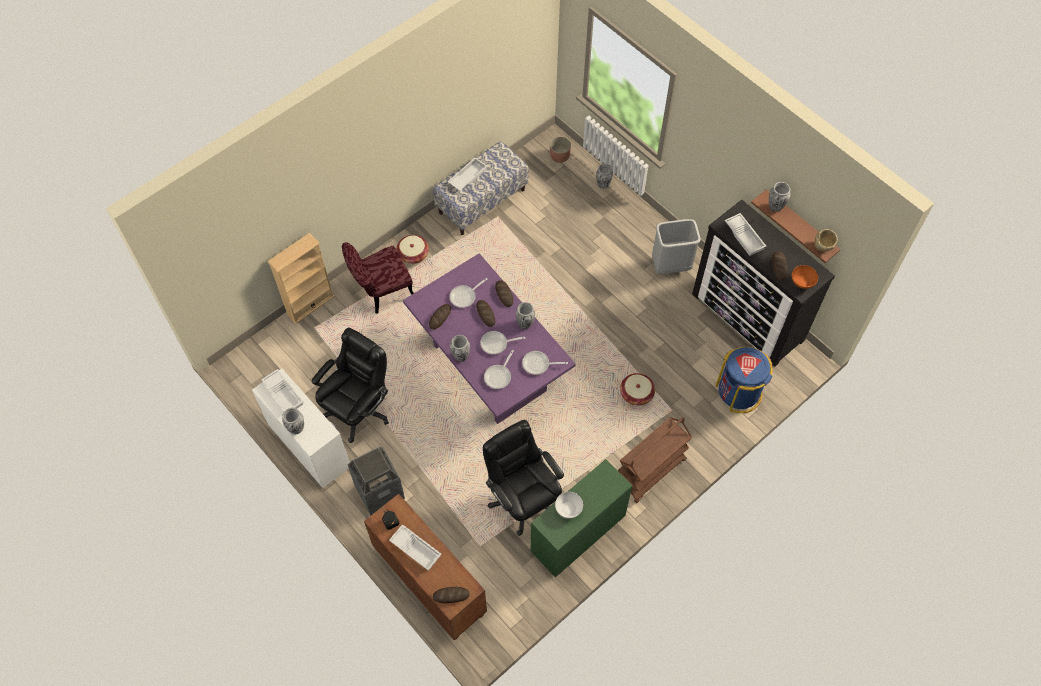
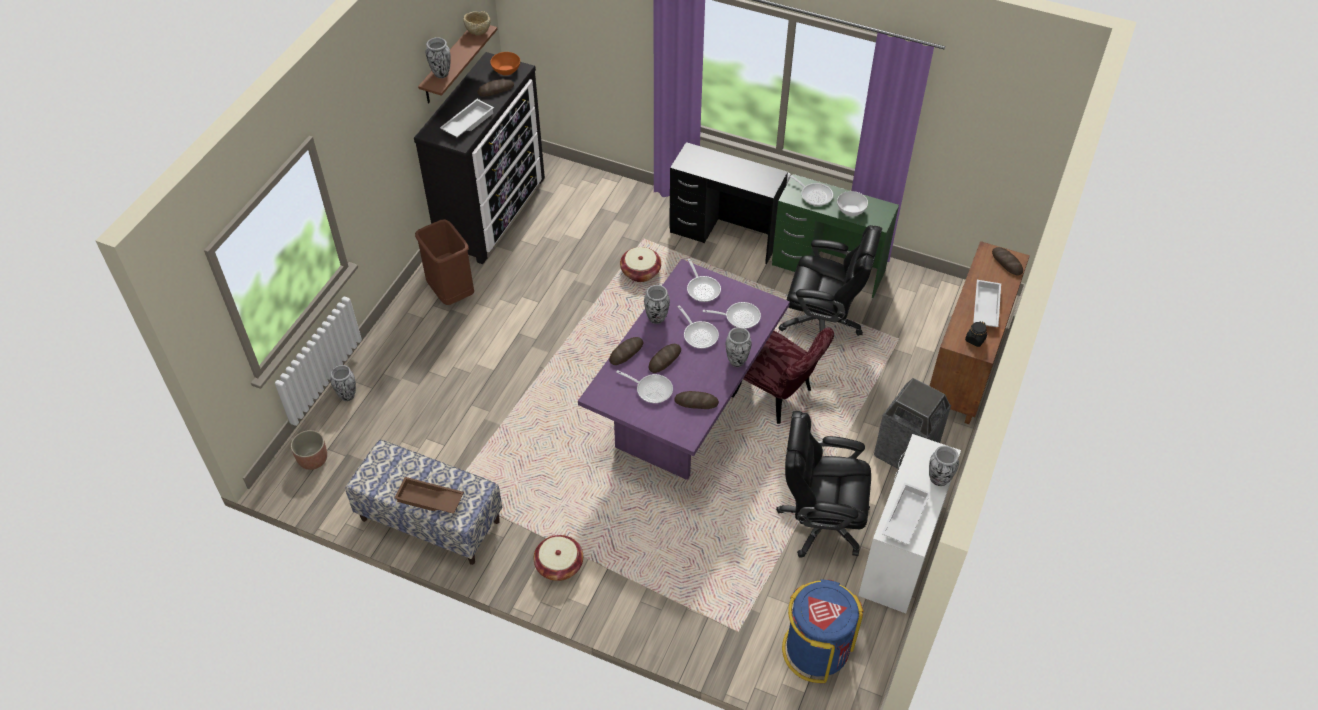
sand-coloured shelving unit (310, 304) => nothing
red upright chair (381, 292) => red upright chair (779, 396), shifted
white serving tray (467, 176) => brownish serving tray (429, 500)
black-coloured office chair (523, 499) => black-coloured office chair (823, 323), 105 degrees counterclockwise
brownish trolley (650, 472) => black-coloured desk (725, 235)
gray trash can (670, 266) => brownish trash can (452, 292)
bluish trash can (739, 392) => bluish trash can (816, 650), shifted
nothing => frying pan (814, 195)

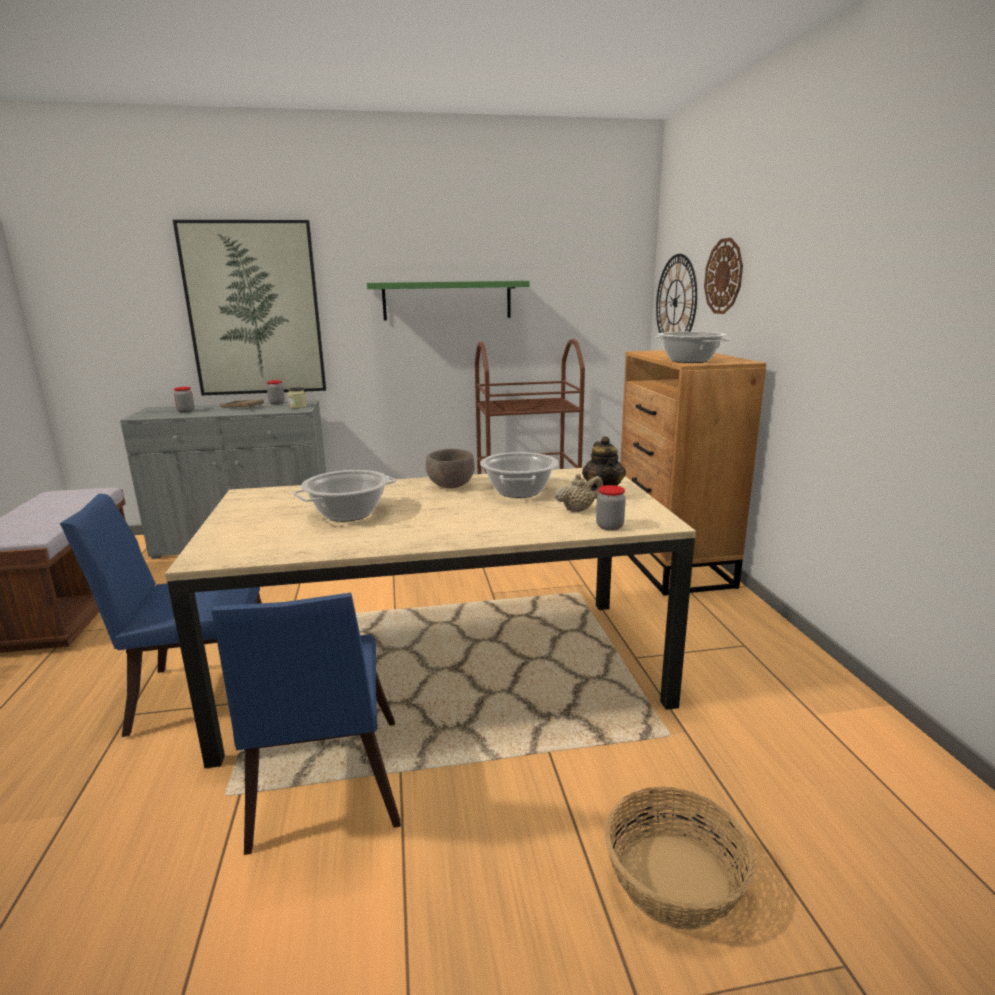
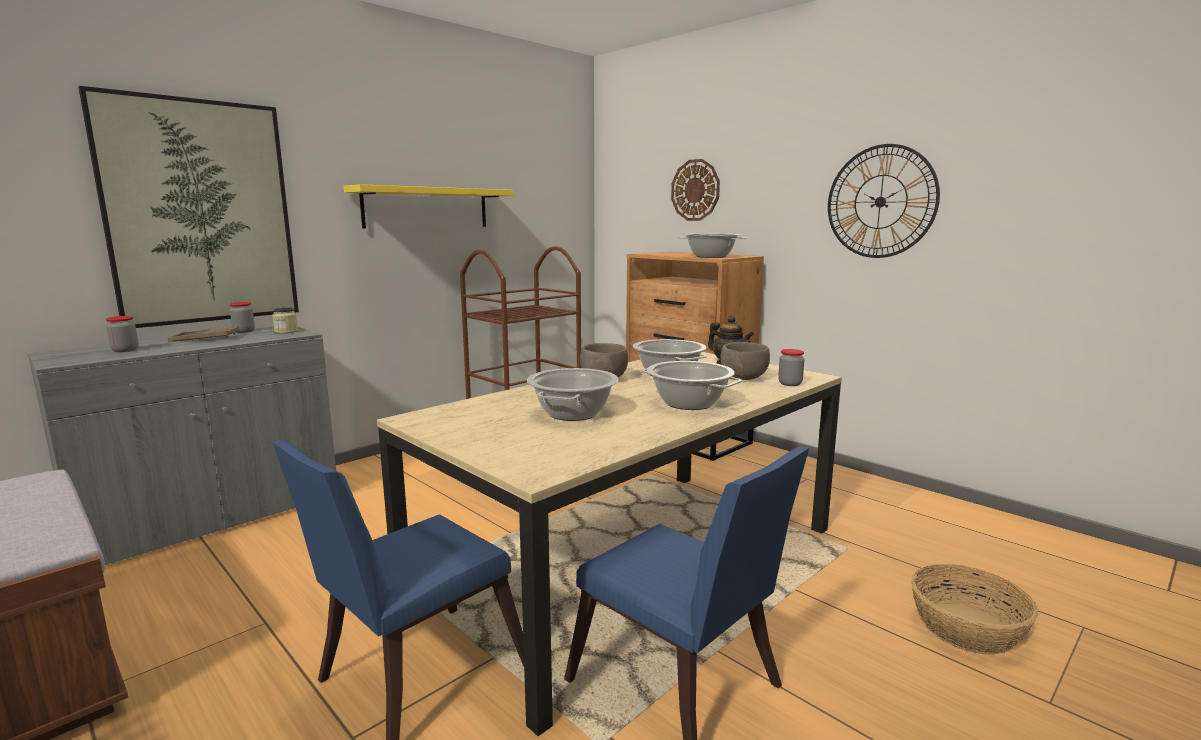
green-coloured bracket shelf (447, 300) => yellow bracket shelf (427, 208)
sand-coloured pot for tea (578, 510) => brownish deep dish (743, 378)
clock on the wall (675, 302) => clock on the wall (880, 202), shifted
nothing => saucepot (688, 403)

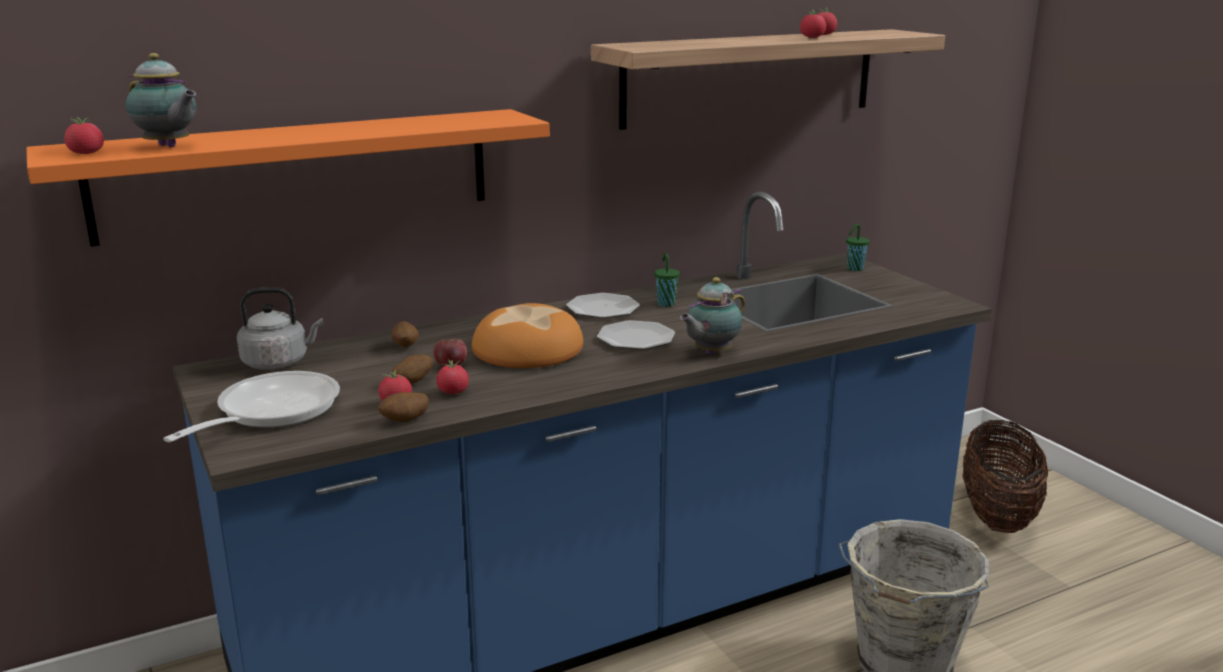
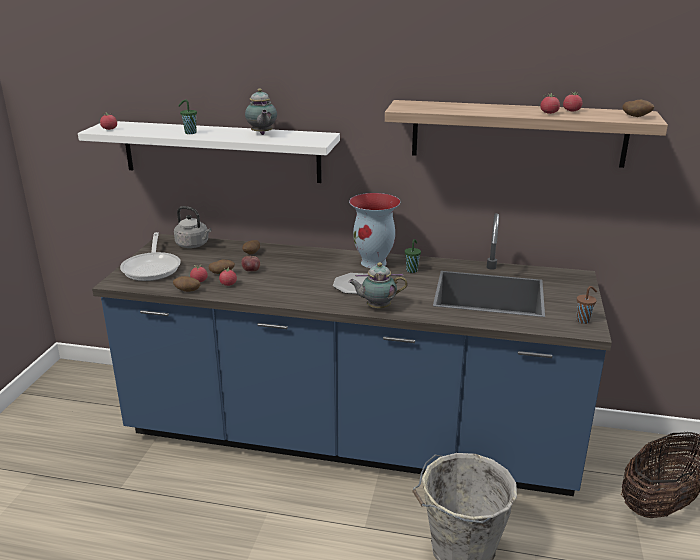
orangey bracket shelf (297, 174) => white bracket shelf (221, 151)
pot for tea (168, 147) => pot for tea (262, 134), shifted
frying pan (270, 412) => frying pan (152, 268), 105 degrees clockwise
bakery bread (527, 348) => nothing
dinner plate (603, 309) => flower vase (374, 263)
green-coloured cup (854, 269) => green-coloured cup (189, 133), shifted
nothing => brownish cup (583, 320)
nothing => spud (636, 117)

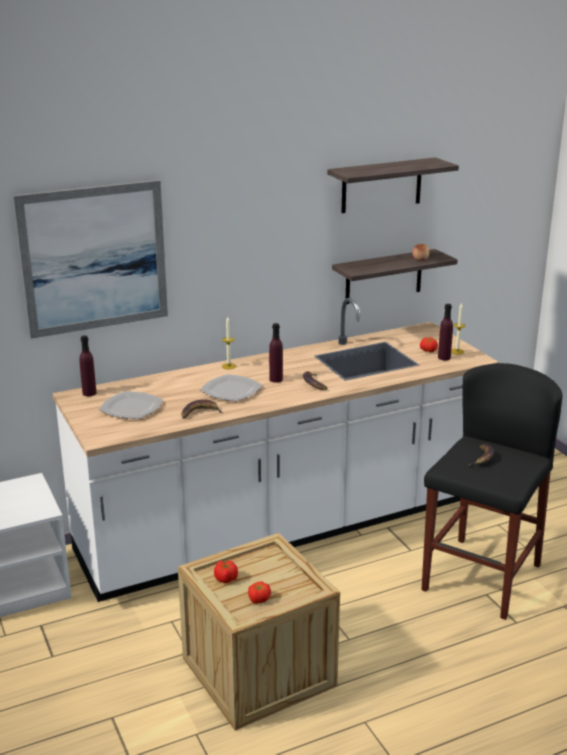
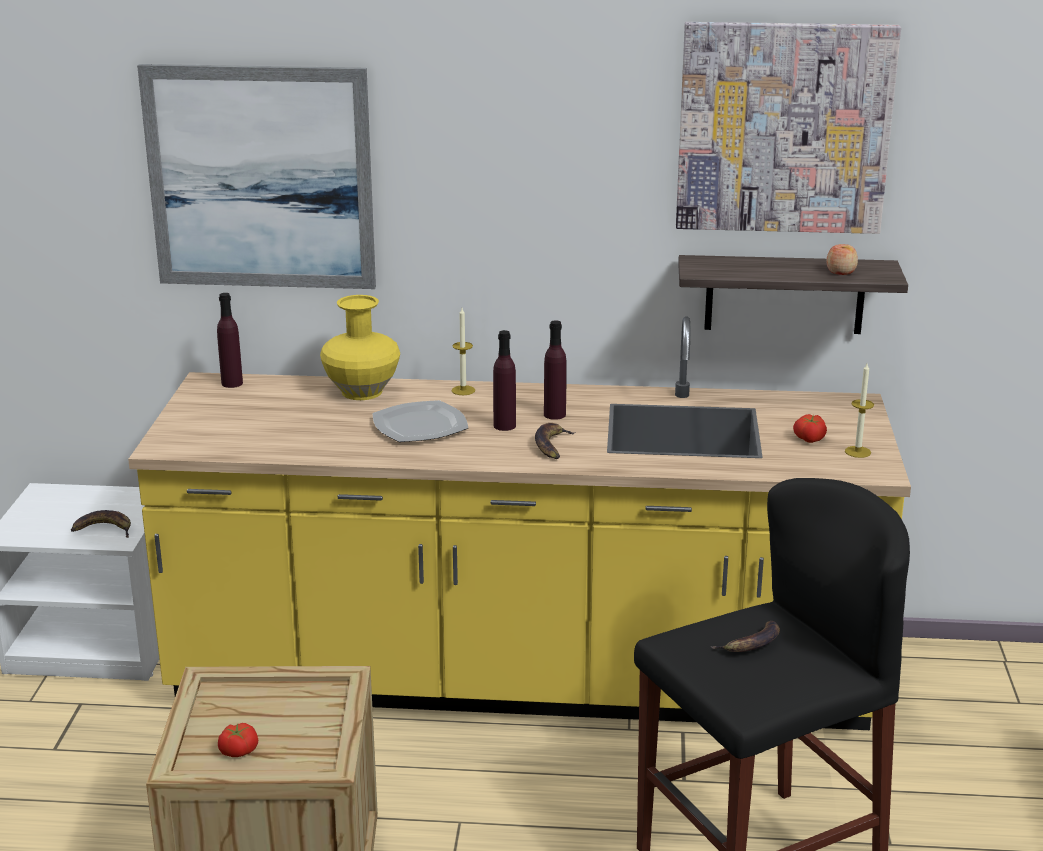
white kitchen counter (283, 528) => yellow kitchen counter (521, 679)
dinner plate (131, 407) => nothing
banana (200, 413) => banana (104, 529), shifted
whole tomato (226, 579) => nothing
bracket shelf (381, 185) => wall picture (784, 128)
purple-coloured beverage bottle (444, 357) => purple-coloured beverage bottle (554, 414), shifted
nothing => yellow flower vase (362, 391)

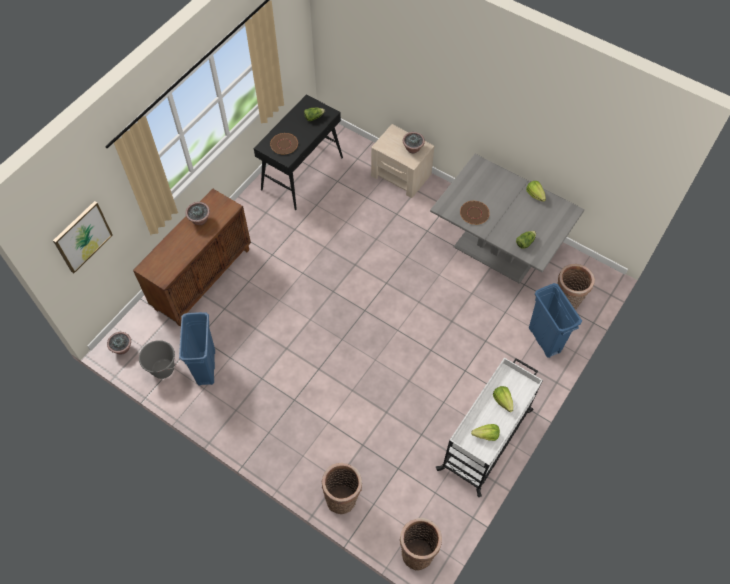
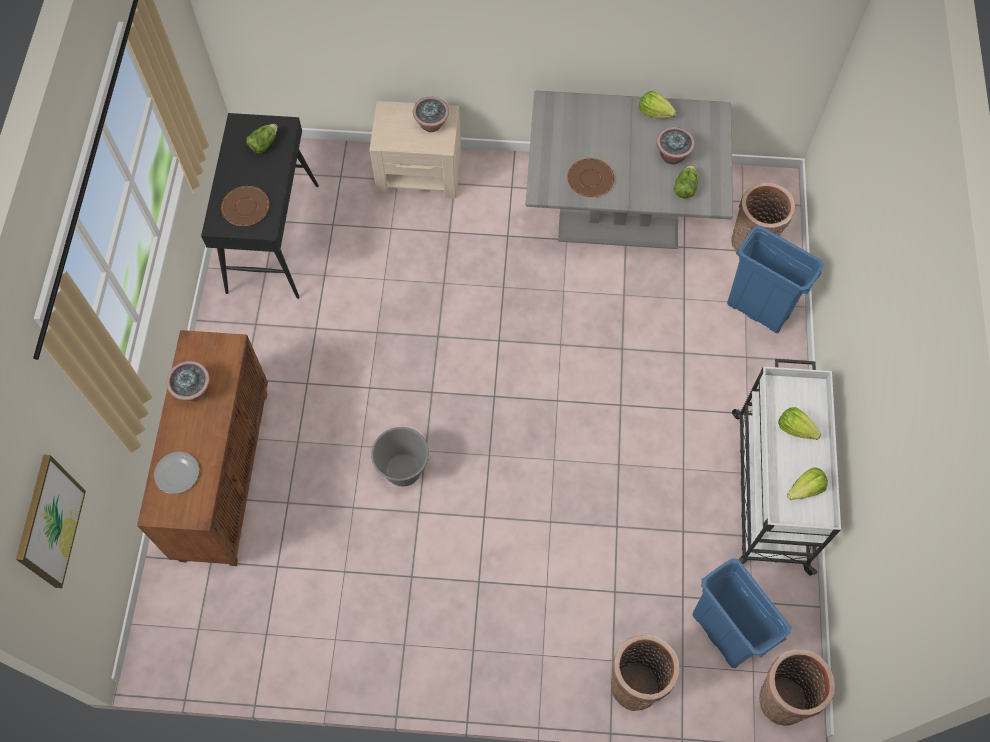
houseplant (122, 348) => houseplant (672, 156), shifted
gray pail (163, 369) => gray pail (403, 470), shifted
bluish trash can (206, 367) => bluish trash can (721, 633), shifted
nothing => dinner plate (176, 473)

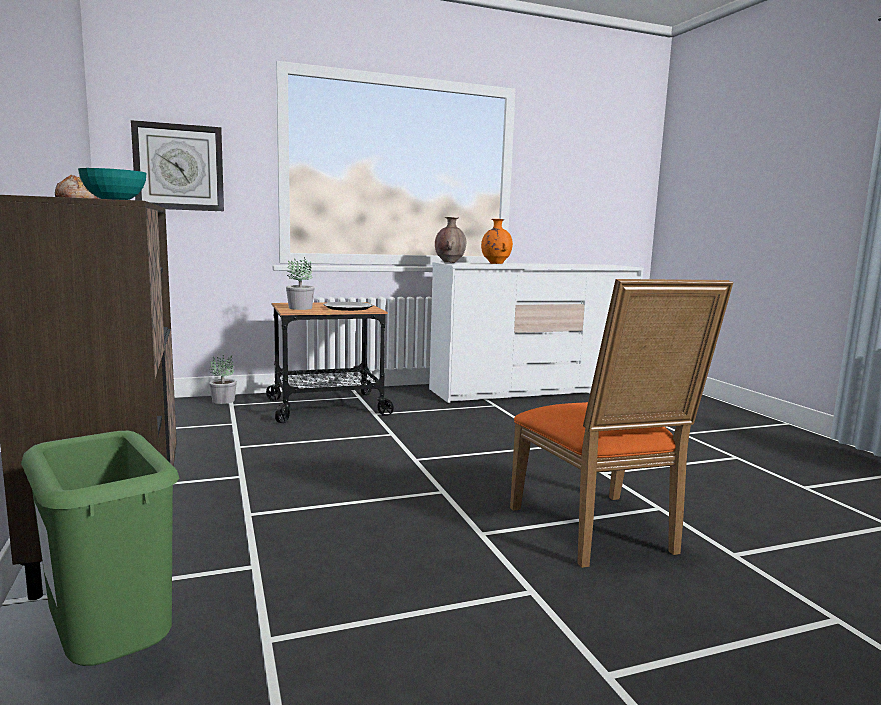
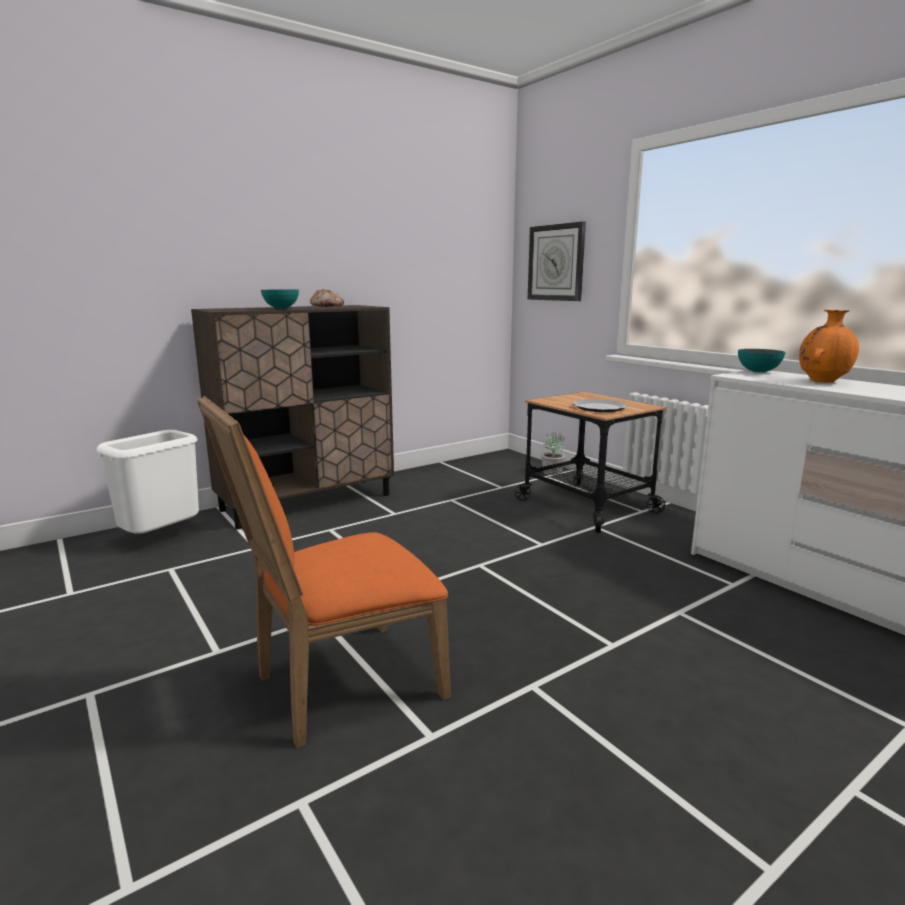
green-coloured trash can (110, 660) => white trash can (162, 539)
houseplant (300, 308) => nothing
brownish flower vase (449, 262) => deep dish (758, 372)

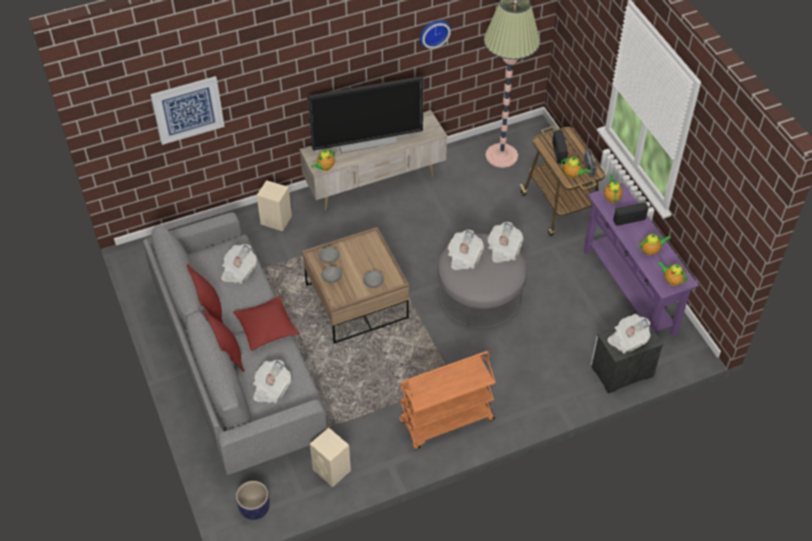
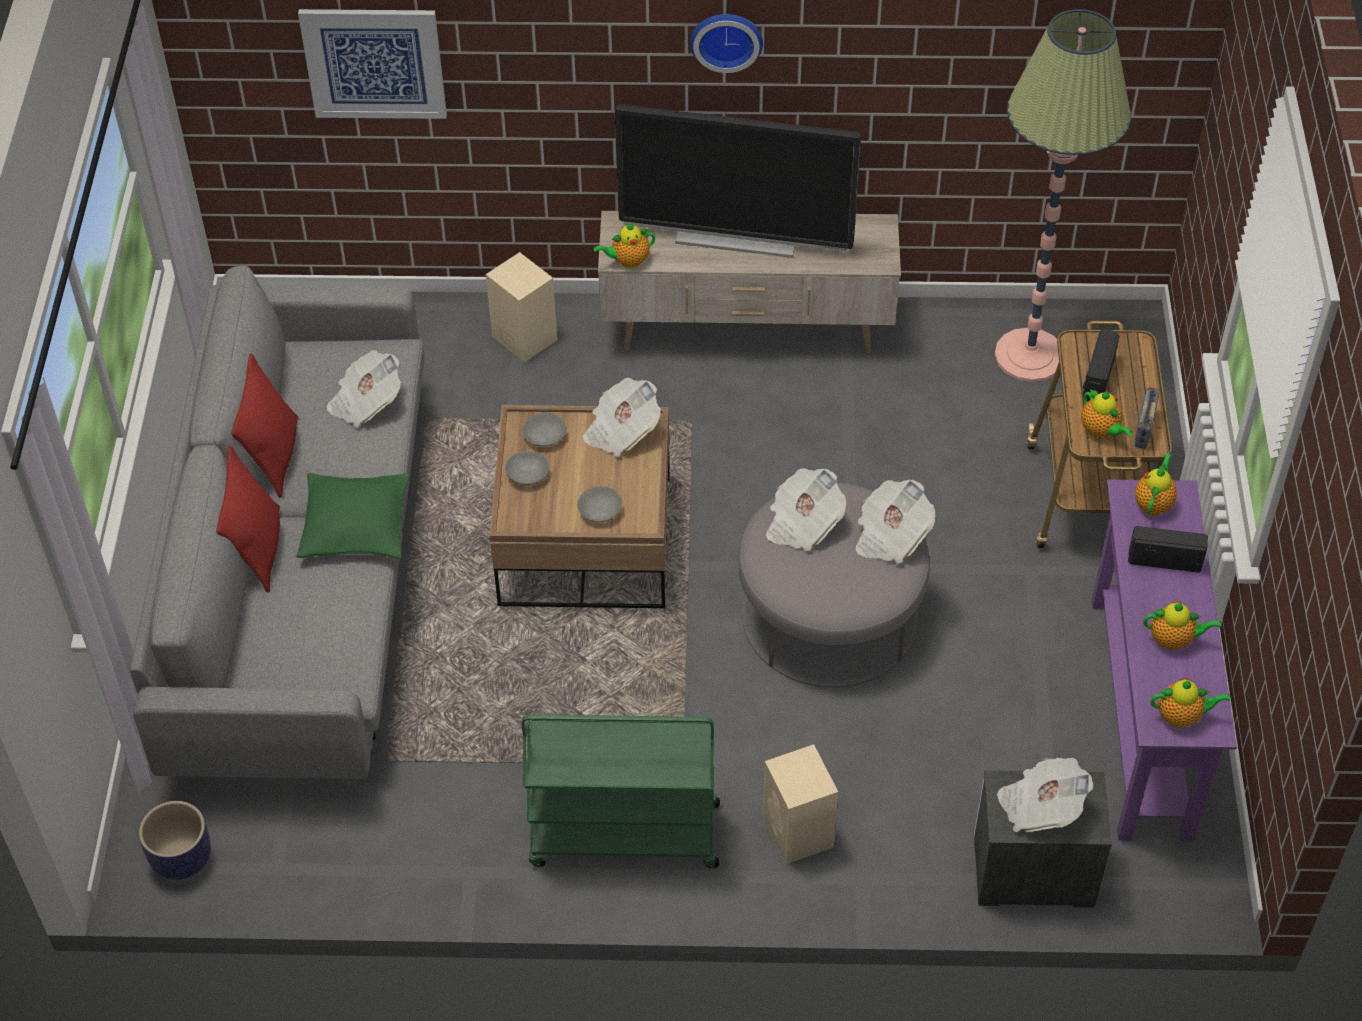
red pillow (266, 327) => green-coloured pillow (355, 525)
daily paper (271, 388) => daily paper (621, 431), shifted
sand-coloured audio speaker (332, 470) => sand-coloured audio speaker (798, 833), shifted
orangey trolley (446, 421) => green-coloured trolley (623, 835)
clock on the wall (433, 32) => clock on the wall (726, 38), shifted
pot for tea (671, 280) => pot for tea (1181, 716), 120 degrees clockwise

